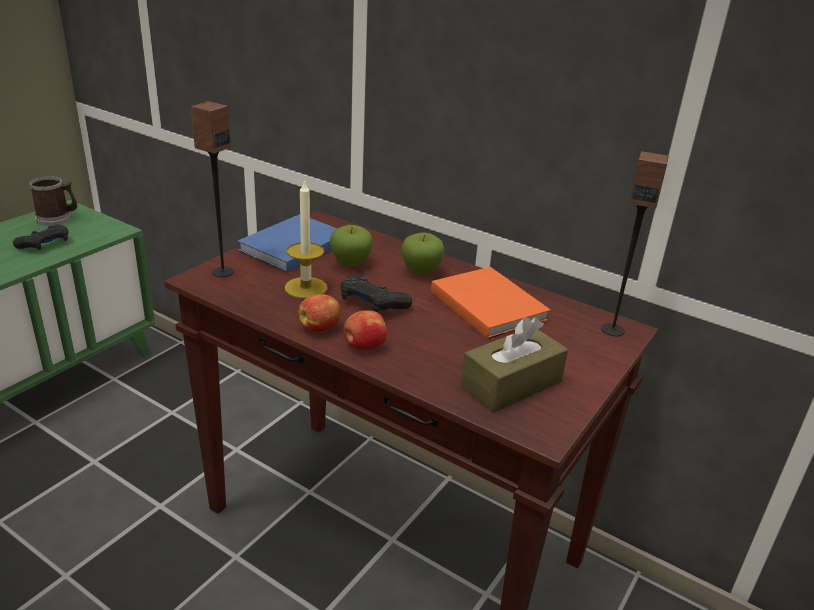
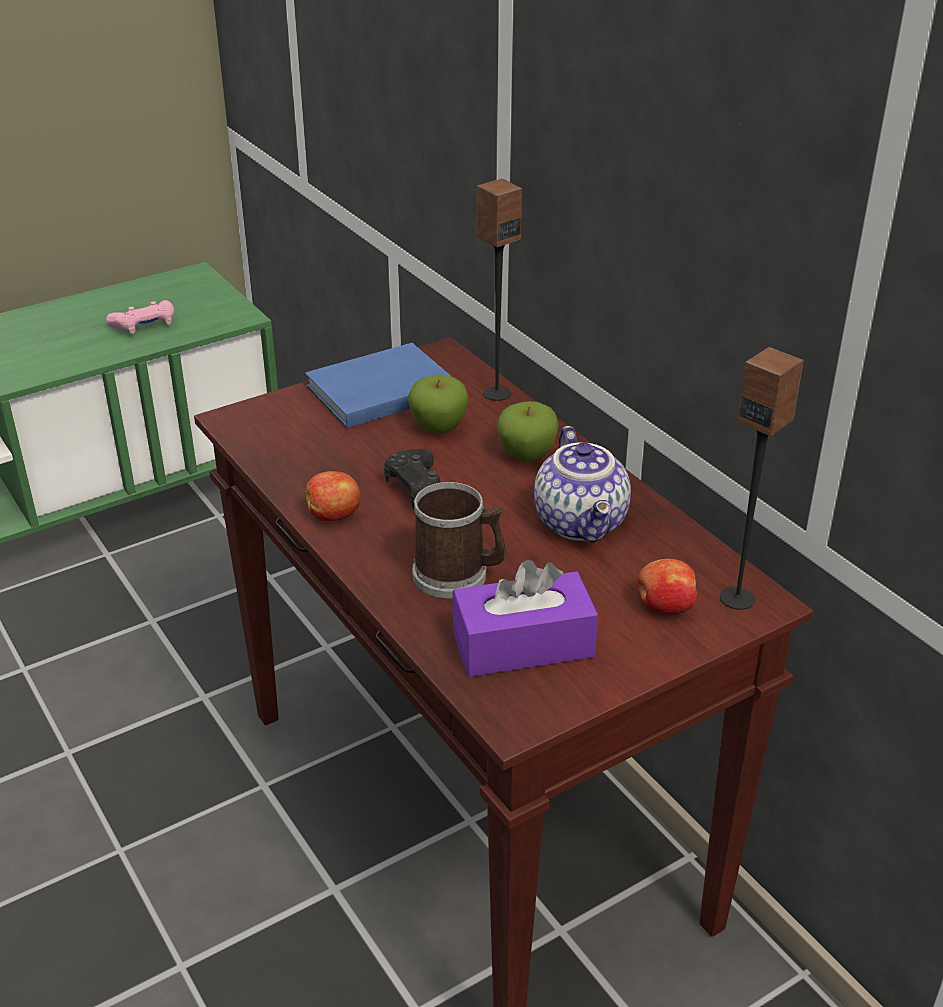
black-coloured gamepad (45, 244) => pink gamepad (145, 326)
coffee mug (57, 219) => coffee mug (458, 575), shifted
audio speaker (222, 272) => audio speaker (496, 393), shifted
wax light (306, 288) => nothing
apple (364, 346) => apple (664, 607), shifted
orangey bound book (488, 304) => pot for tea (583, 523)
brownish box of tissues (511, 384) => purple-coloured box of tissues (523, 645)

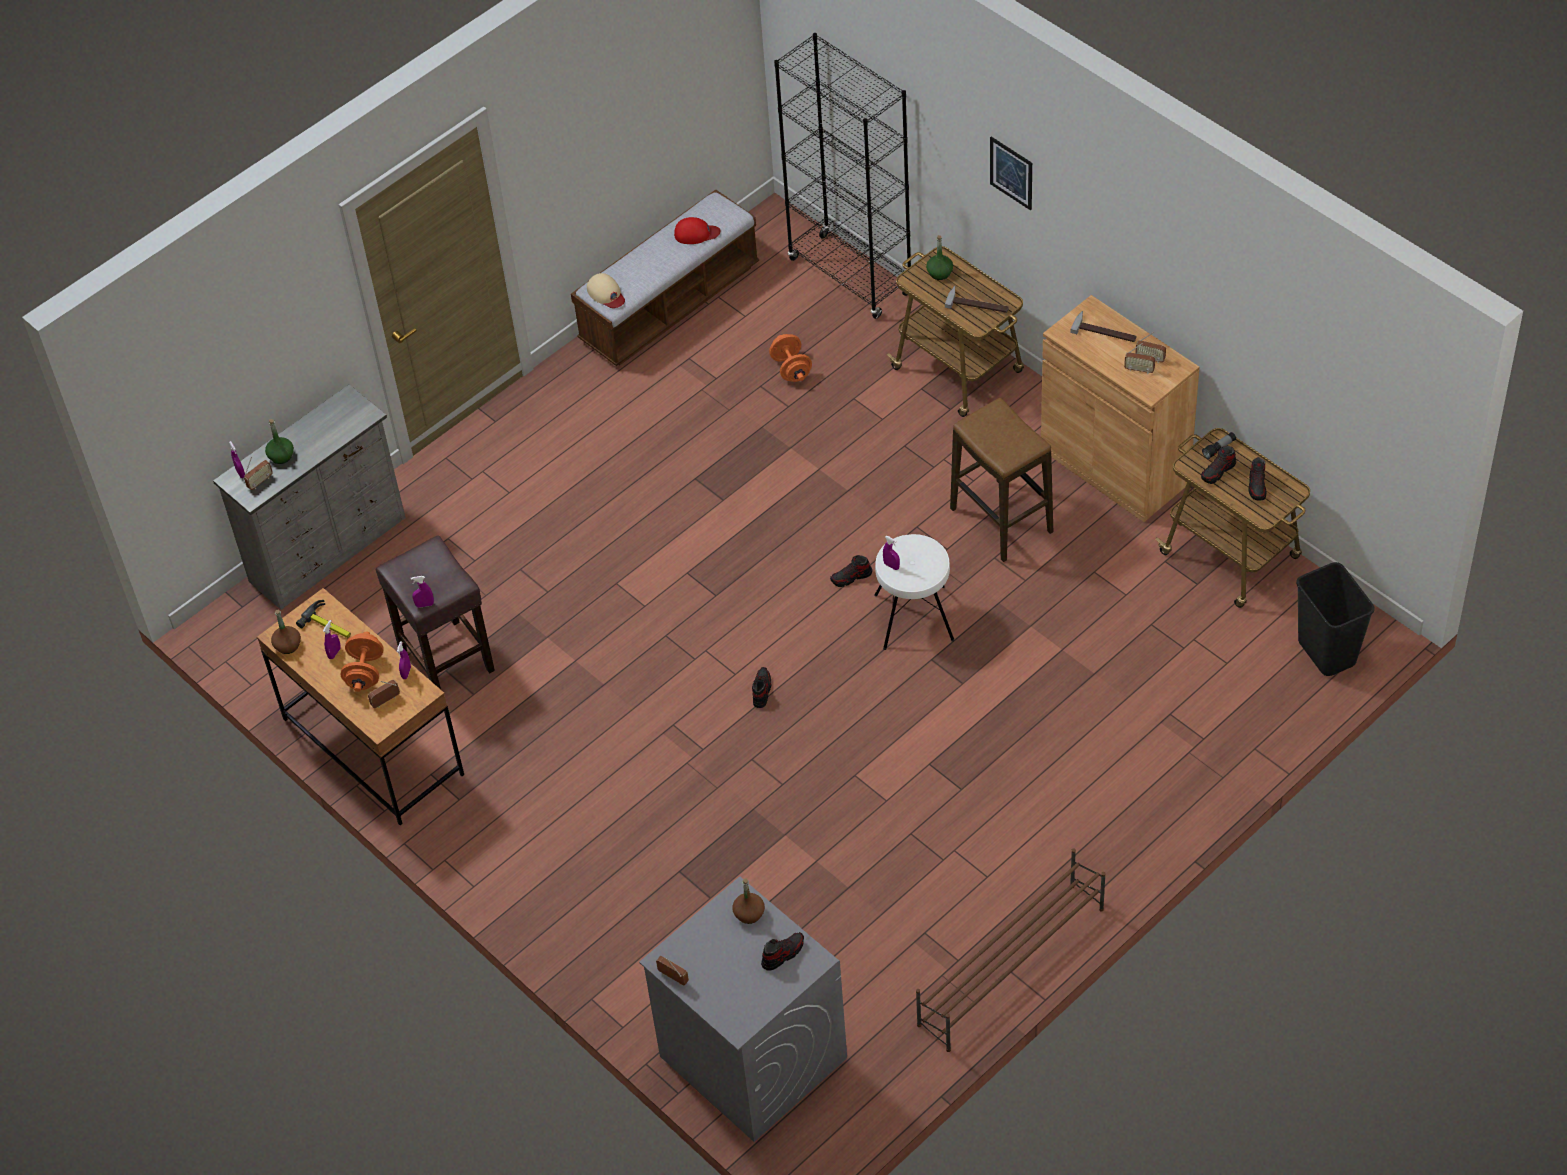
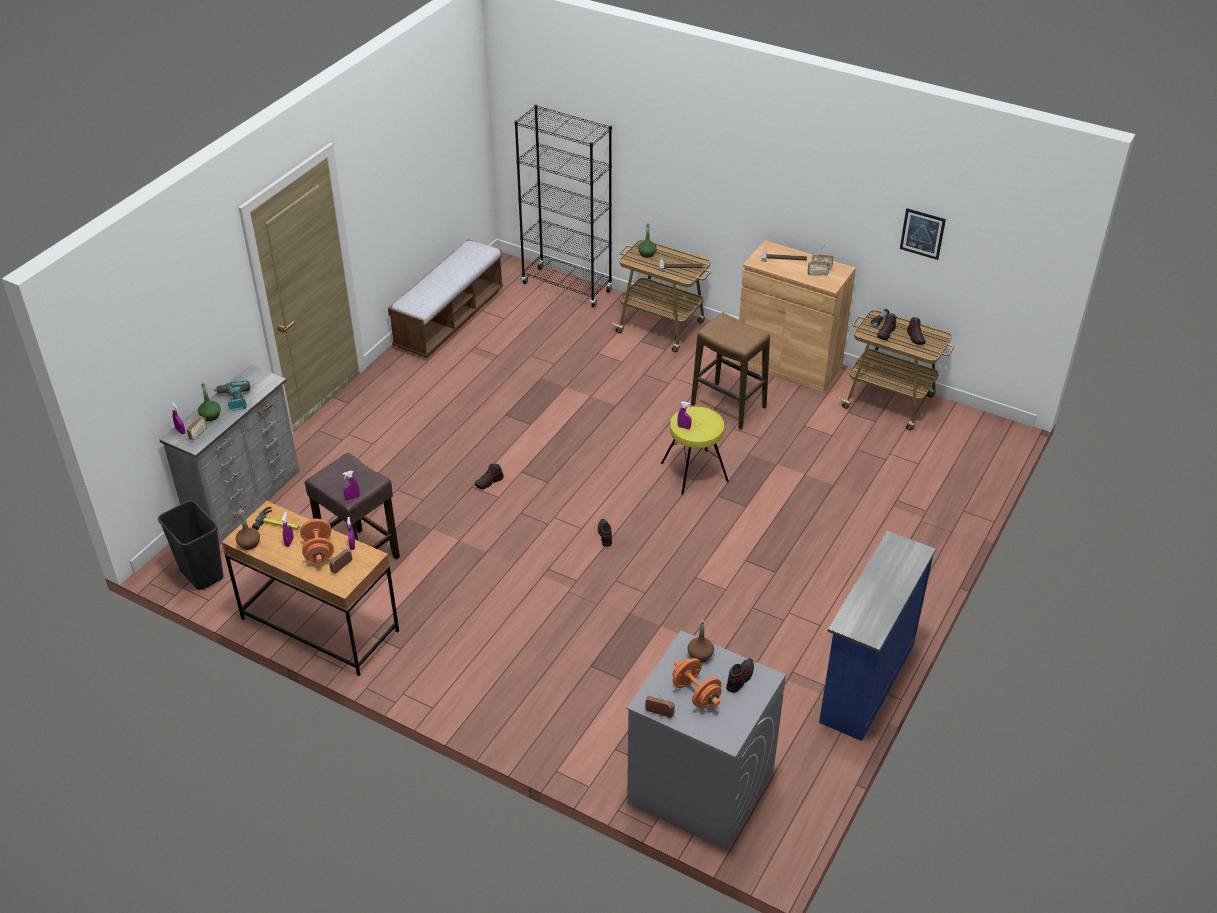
sand-coloured cap (606, 293) => nothing
red cap (696, 233) => nothing
orangey hand weight (791, 369) => orangey hand weight (696, 693), shifted
item of footwear (851, 577) => item of footwear (489, 482), shifted
white sitting stool (913, 618) => yellow sitting stool (694, 472)
brownish shoe stand (1010, 967) => bluish chest of drawers (865, 682)
wall picture (1011, 173) => wall picture (922, 233), shifted
black-coloured trash can (1328, 652) => black-coloured trash can (202, 574), shifted
nothing => drill (234, 400)

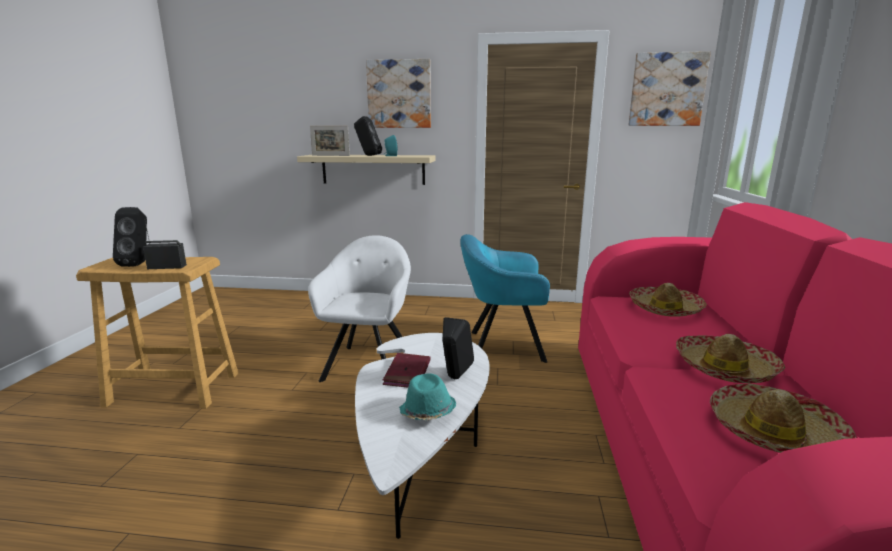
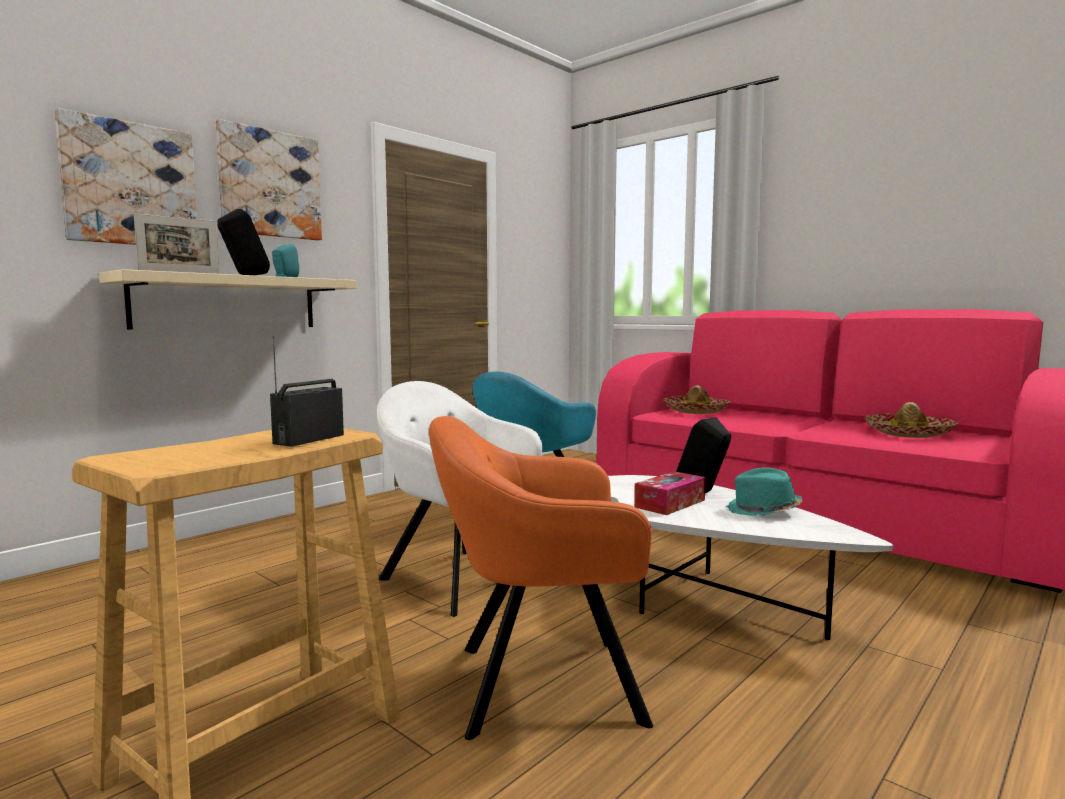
black-coloured audio speaker (139, 264) => nothing
red bound book (407, 373) => box of tissues (670, 503)
wall picture (667, 90) => wall picture (130, 184), shifted
wearable hat (725, 368) => nothing
nothing => orangey lounge chair (538, 684)

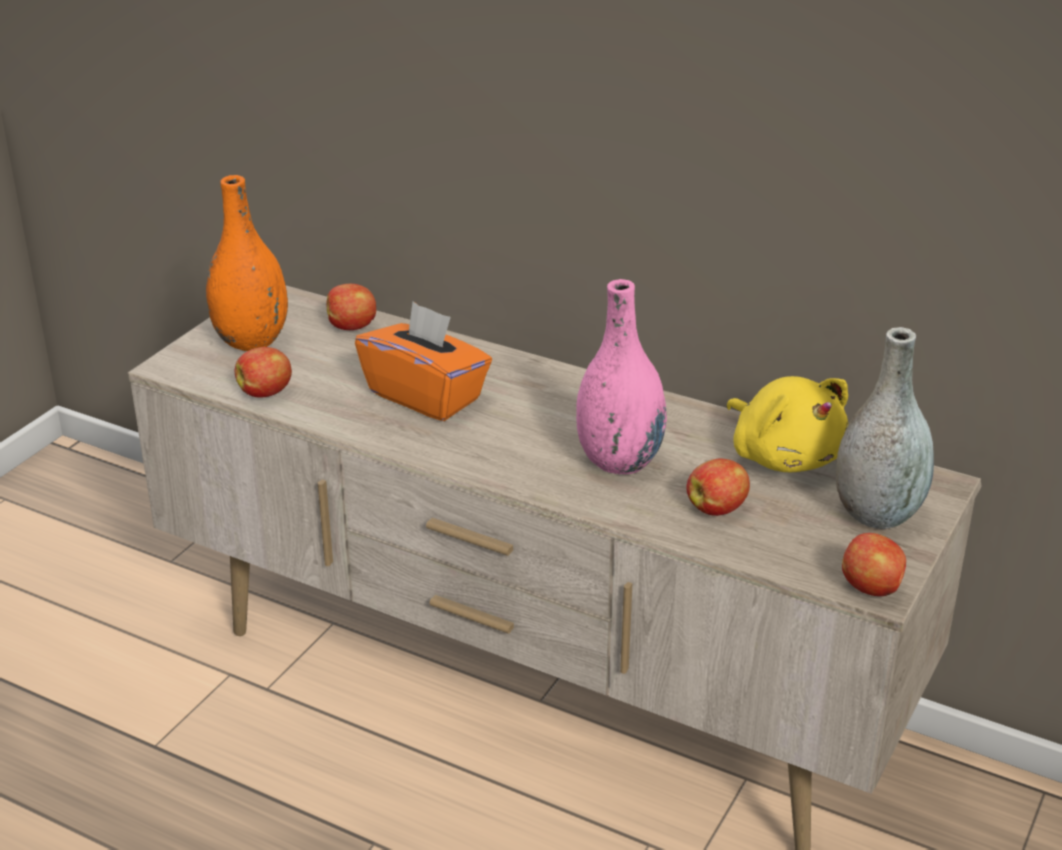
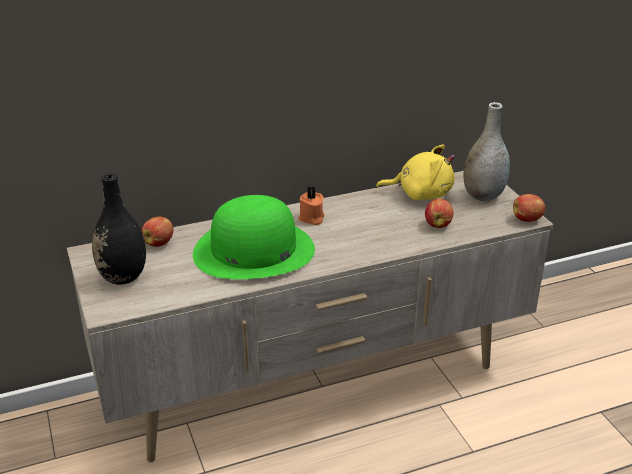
orangey flower vase (251, 341) => black-coloured flower vase (123, 277)
apple (266, 393) => nothing
orangey box of tissues (426, 395) => green-coloured wearable hat (253, 251)
pink flower vase (619, 461) => nothing
nothing => orangey wax light (311, 218)

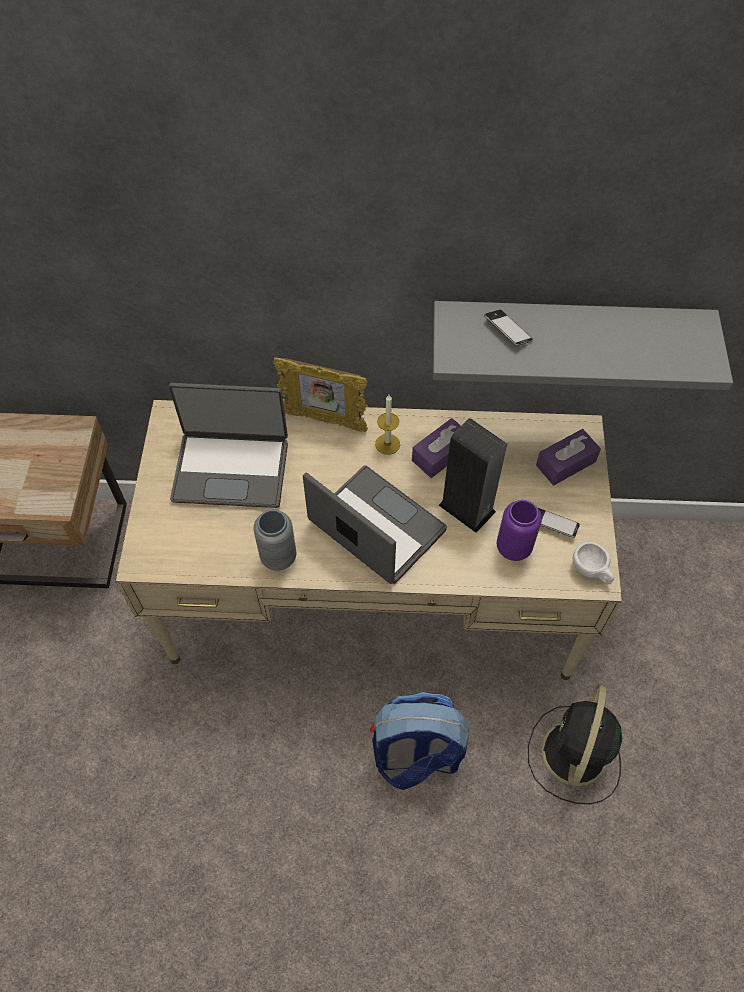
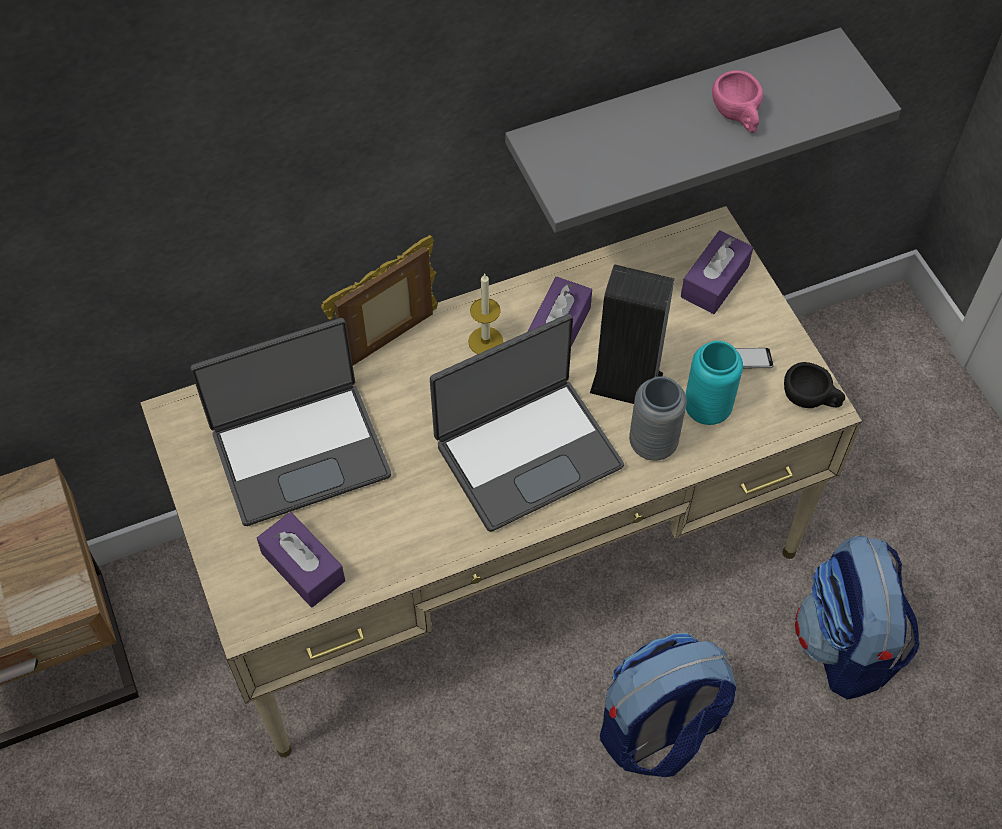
gray flower vase (278, 557) => gray flower vase (653, 444), shifted
photo frame (324, 420) => photo frame (388, 342), 150 degrees clockwise
portable computer (375, 527) => portable computer (527, 452), 135 degrees clockwise
handset (507, 331) => nothing
purple-coloured flower vase (513, 548) => blue-green flower vase (707, 409)
black-coloured fan (573, 755) => knapsack (845, 645)
white cup (591, 571) => black-coloured cup (810, 399)
nothing => purple-coloured box of tissues (303, 567)
nothing => pink cup (737, 116)

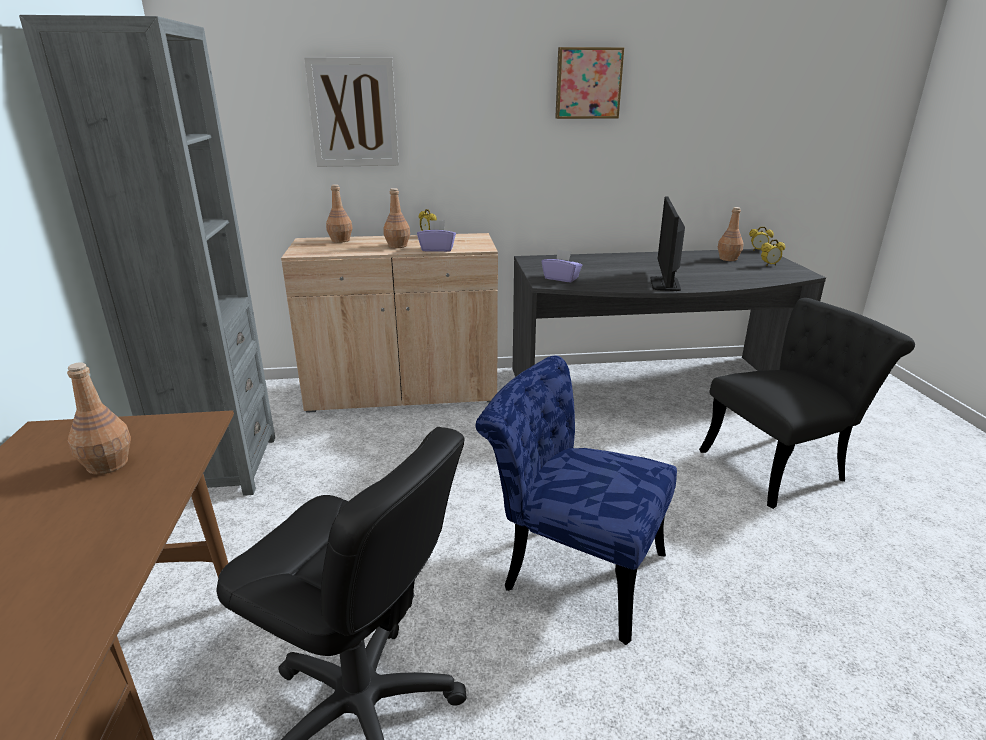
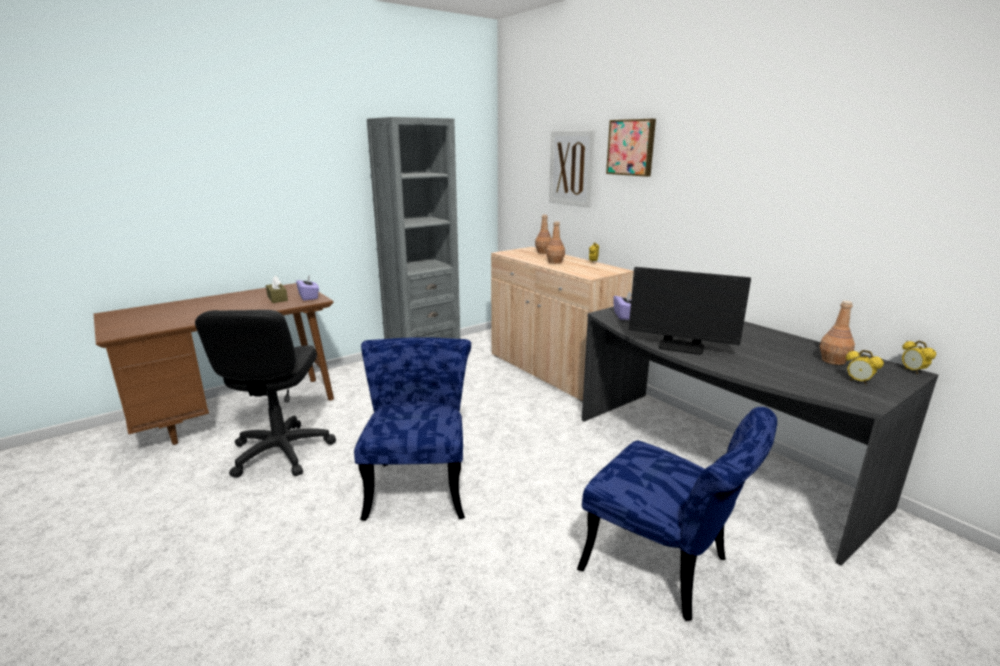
brownish beverage bottle (107, 465) => brownish box of tissues (277, 298)
purple-coloured box of tissues (437, 249) => purple-coloured box of tissues (309, 297), shifted
wall picture (588, 83) => wall picture (631, 147), shifted
monitor (665, 284) => monitor (681, 347), 135 degrees counterclockwise
black-coloured upright chair (782, 465) => bluish upright chair (666, 569)

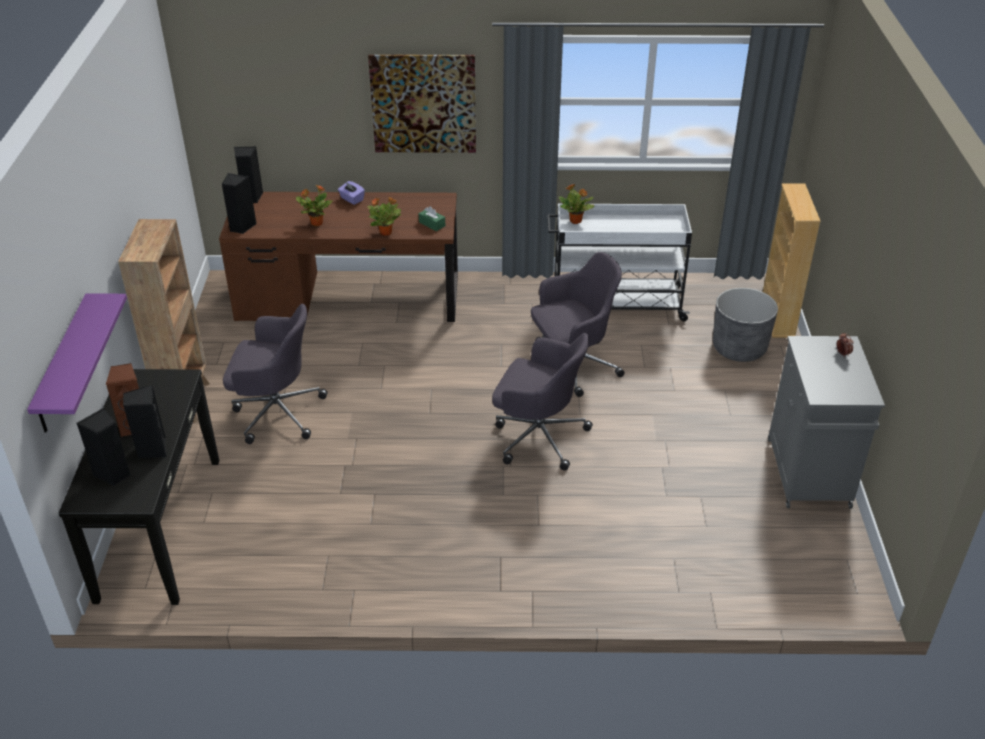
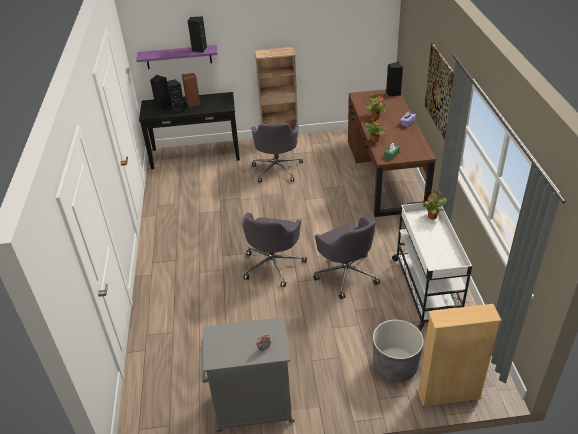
black-coloured audio speaker (241, 227) => black-coloured audio speaker (199, 49), shifted

